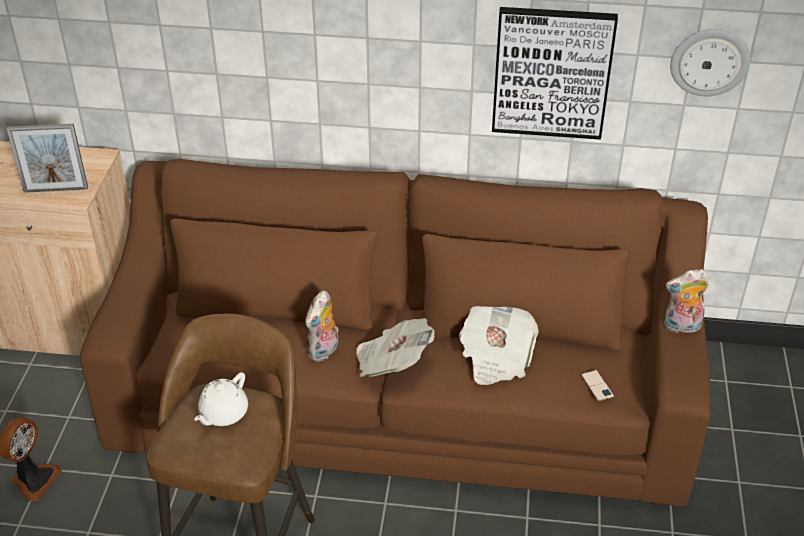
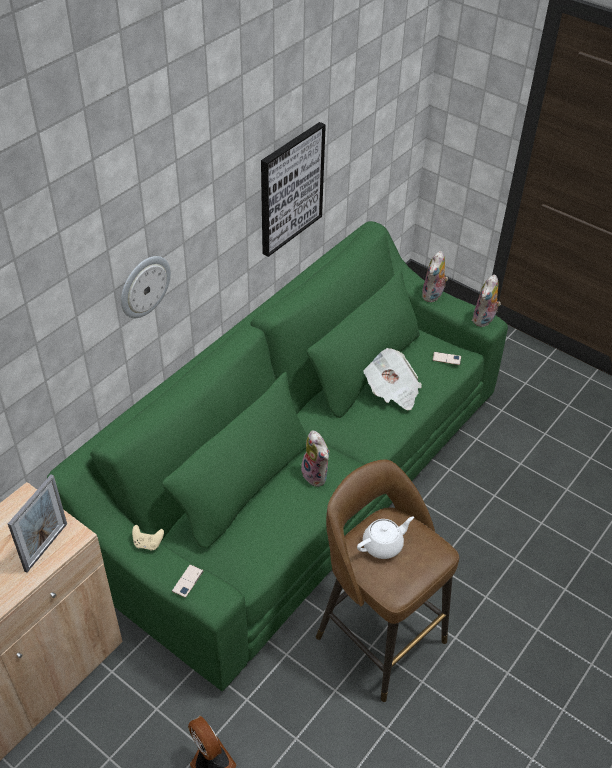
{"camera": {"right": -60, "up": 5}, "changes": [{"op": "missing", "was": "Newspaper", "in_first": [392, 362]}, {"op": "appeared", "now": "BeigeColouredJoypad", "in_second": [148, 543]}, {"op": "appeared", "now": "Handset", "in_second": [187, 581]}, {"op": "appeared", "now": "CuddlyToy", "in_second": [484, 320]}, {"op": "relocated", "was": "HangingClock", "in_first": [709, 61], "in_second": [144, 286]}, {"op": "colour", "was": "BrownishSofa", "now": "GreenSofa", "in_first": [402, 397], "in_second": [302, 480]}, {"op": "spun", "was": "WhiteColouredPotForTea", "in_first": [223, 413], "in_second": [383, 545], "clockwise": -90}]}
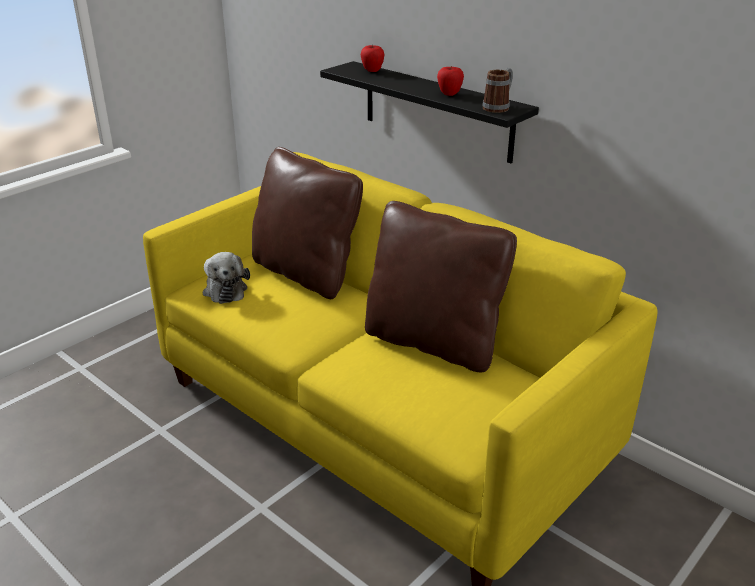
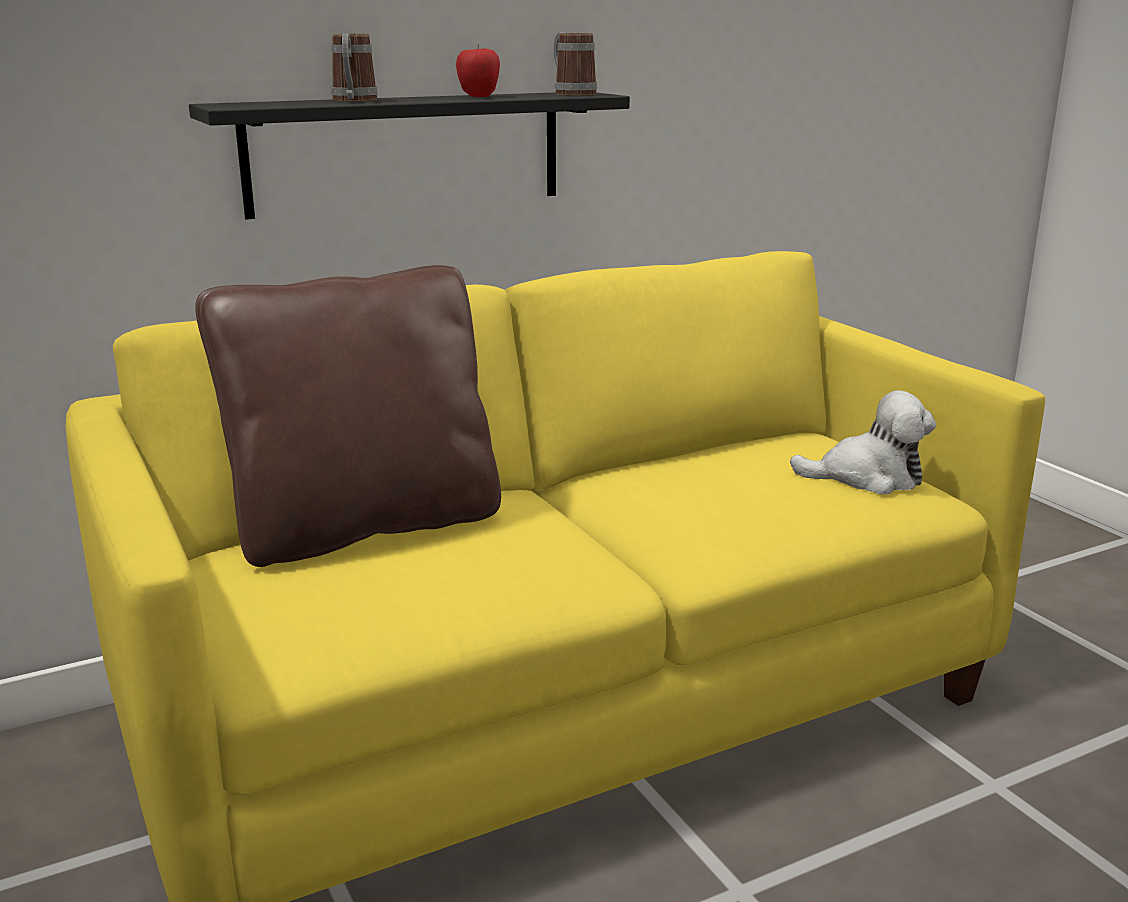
{"camera": {"right": -70, "up": -10}, "changes": [{"op": "missing", "was": "WholeApple", "in_first": [372, 71]}, {"op": "missing", "was": "BrownishPillow", "in_first": [433, 342]}, {"op": "appeared", "now": "CoffeeMug", "in_second": [353, 100]}, {"op": "relocated", "was": "CuddlyToy", "in_first": [225, 289], "in_second": [867, 478]}]}
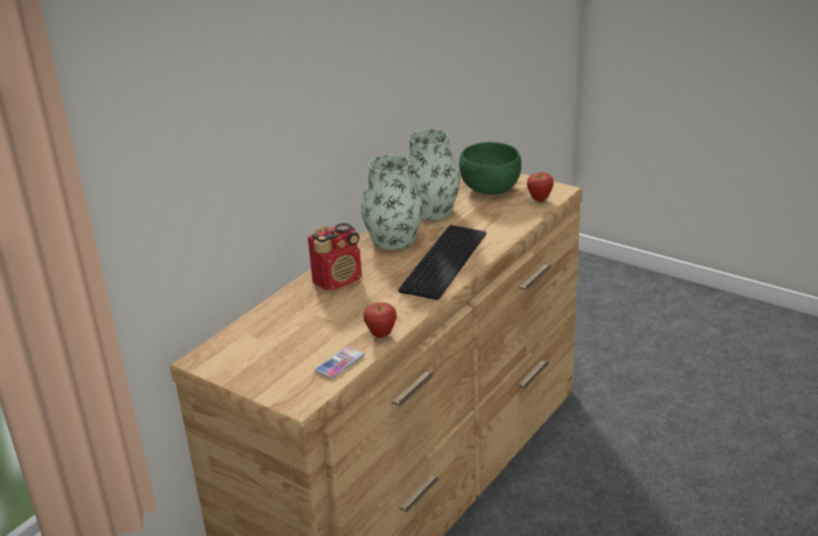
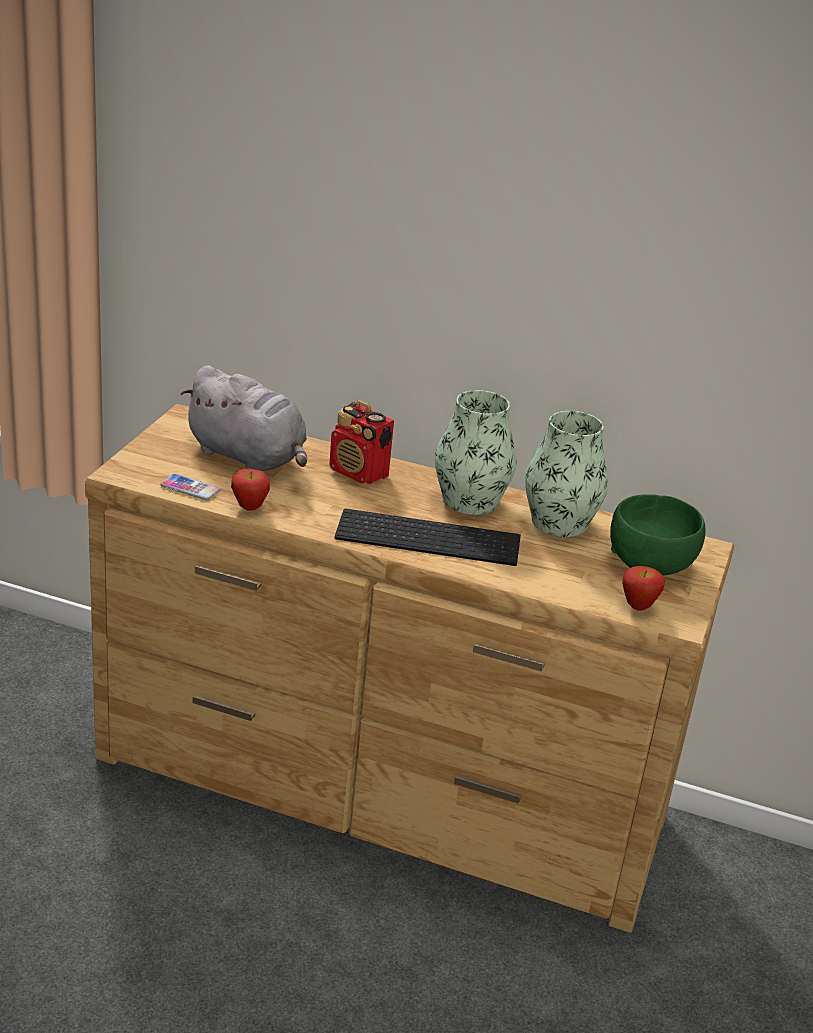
{"camera": {"right": 70, "up": 0}, "changes": [{"op": "appeared", "now": "GreyishCuddlyToy", "in_second": [249, 457]}]}
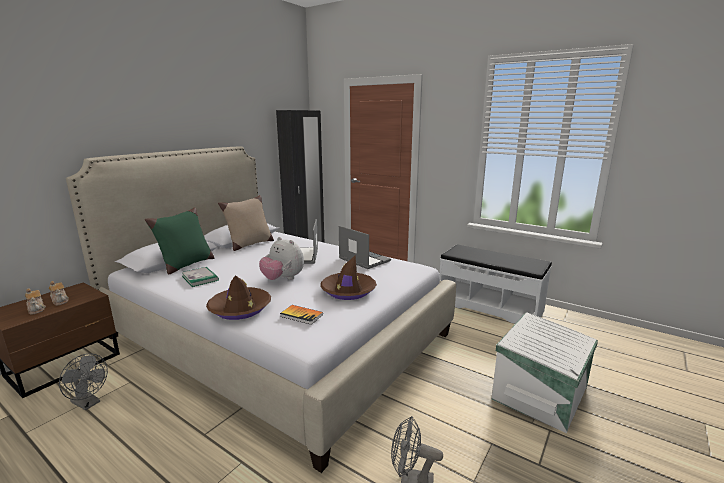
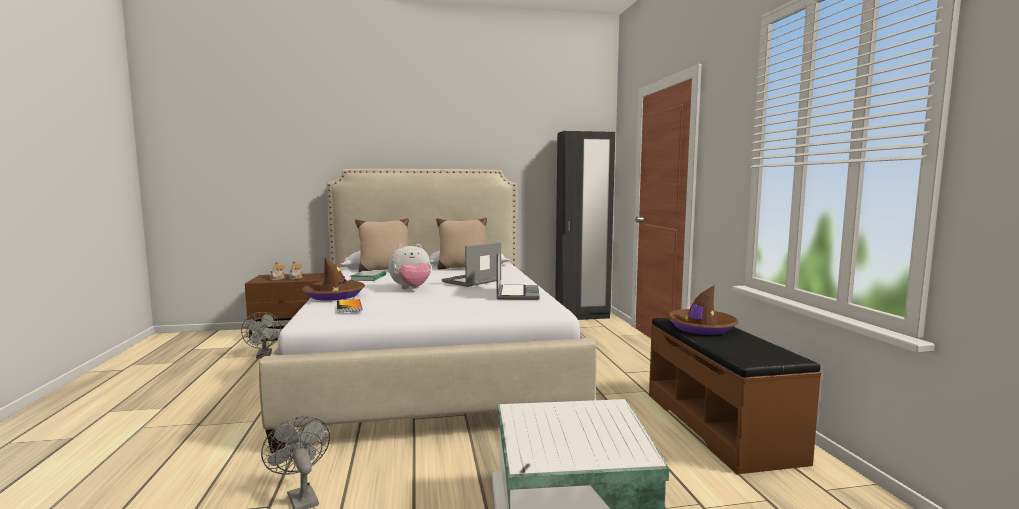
{"camera": {"right": 45, "up": -10}, "changes": [{"op": "relocated", "was": "BrownishHat", "in_first": [348, 291], "in_second": [701, 327]}, {"op": "colour", "was": "GreenPillow", "now": "BeigeColouredPillow", "in_first": [186, 265], "in_second": [384, 270]}, {"op": "colour", "was": "WhiteColouredBench", "now": "BrownishBench", "in_first": [489, 306], "in_second": [720, 425]}, {"op": "spun", "was": "CuddlyToy", "in_first": [283, 279], "in_second": [411, 289], "clockwise": -105}]}
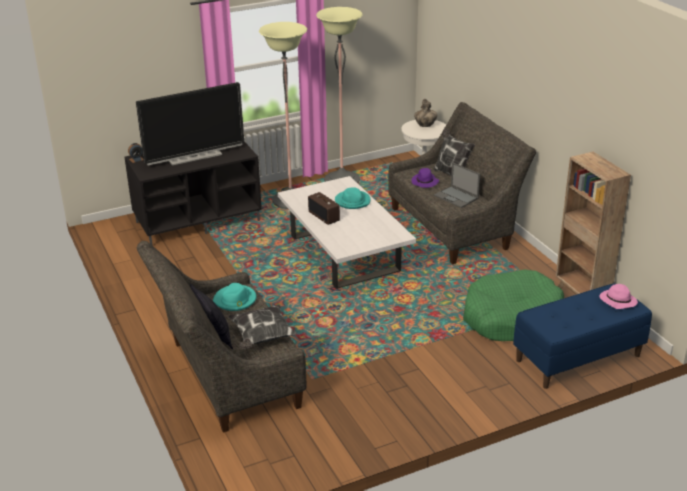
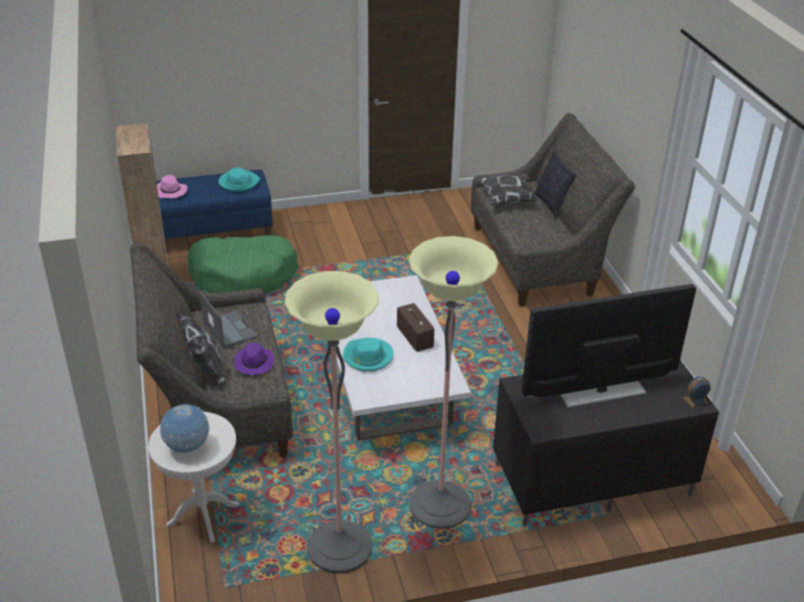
{"camera": {"right": -170, "up": 5}, "changes": [{"op": "relocated", "was": "BlueGreenHat", "in_first": [235, 300], "in_second": [239, 183]}, {"op": "exchanged", "was": "FlowerVase", "now": "Globe", "in_first": [425, 125], "in_second": [187, 447]}]}
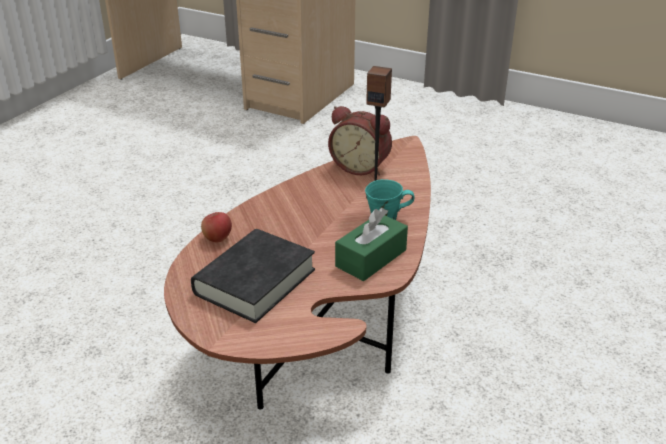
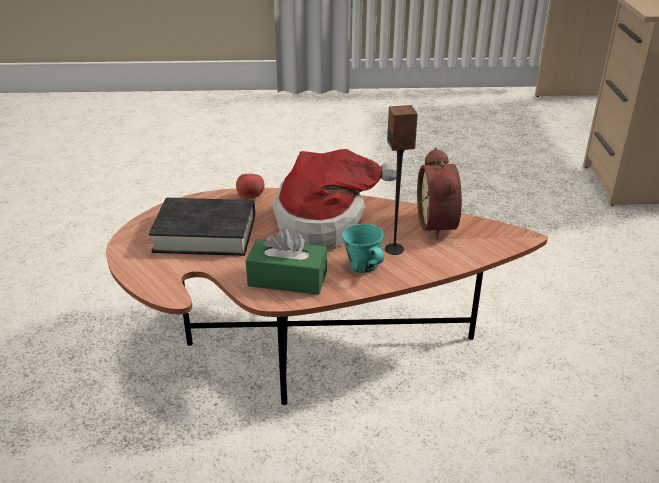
{"camera": {"right": 60, "up": 0}, "changes": [{"op": "appeared", "now": "Hat", "in_second": [325, 221]}]}
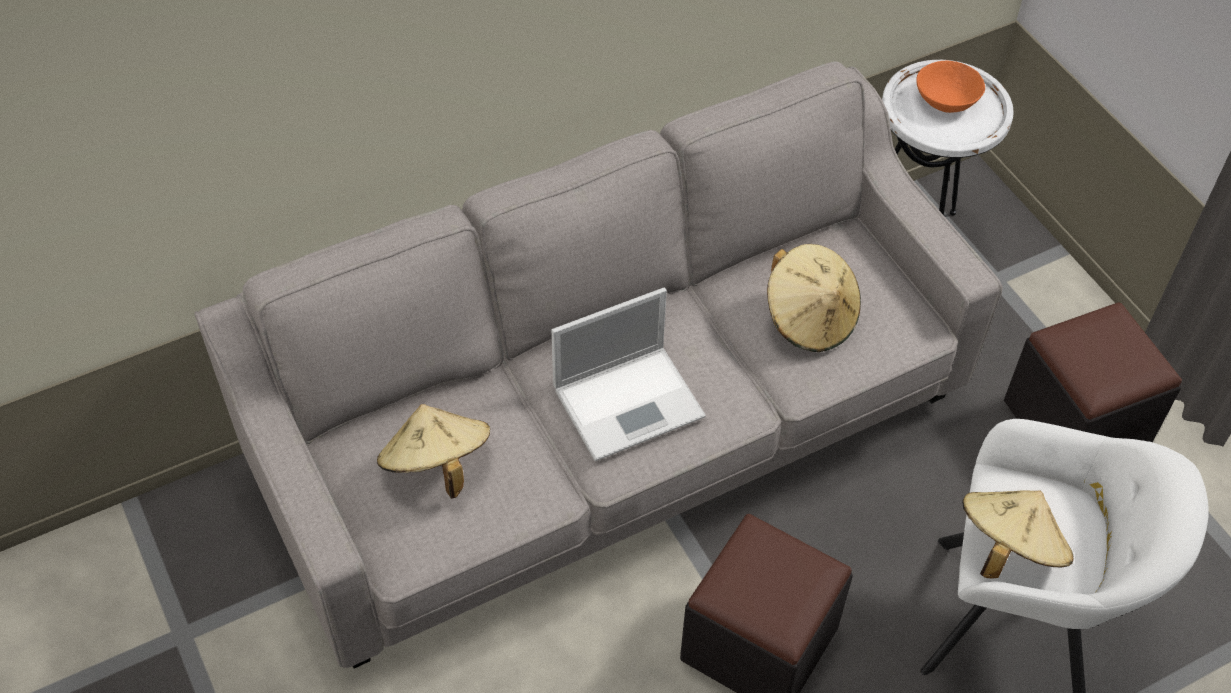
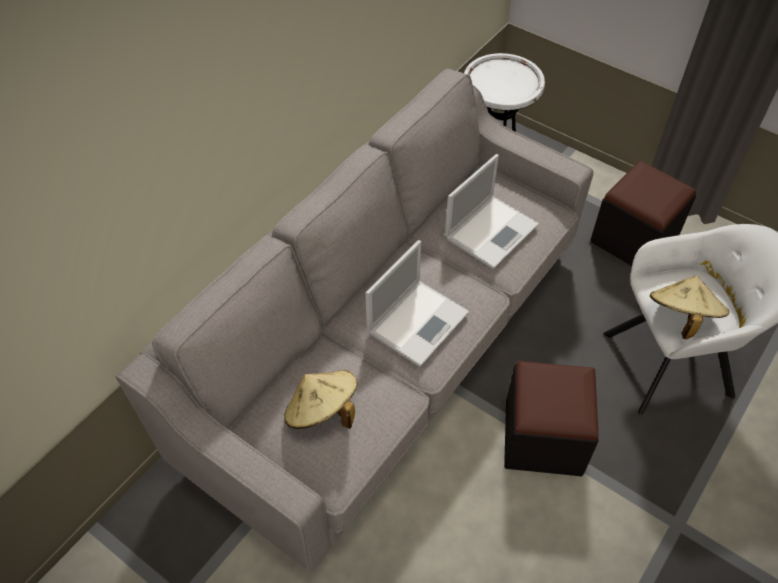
{"camera": {"right": -25, "up": 0}, "changes": [{"op": "missing", "was": "OrangeyServingBowl", "in_first": [946, 101]}, {"op": "exchanged", "was": "BeigeColouredHat", "now": "PortableComputer", "in_first": [810, 318], "in_second": [492, 230]}]}
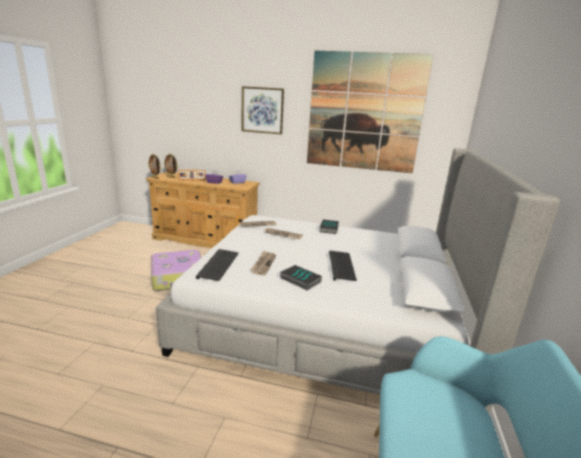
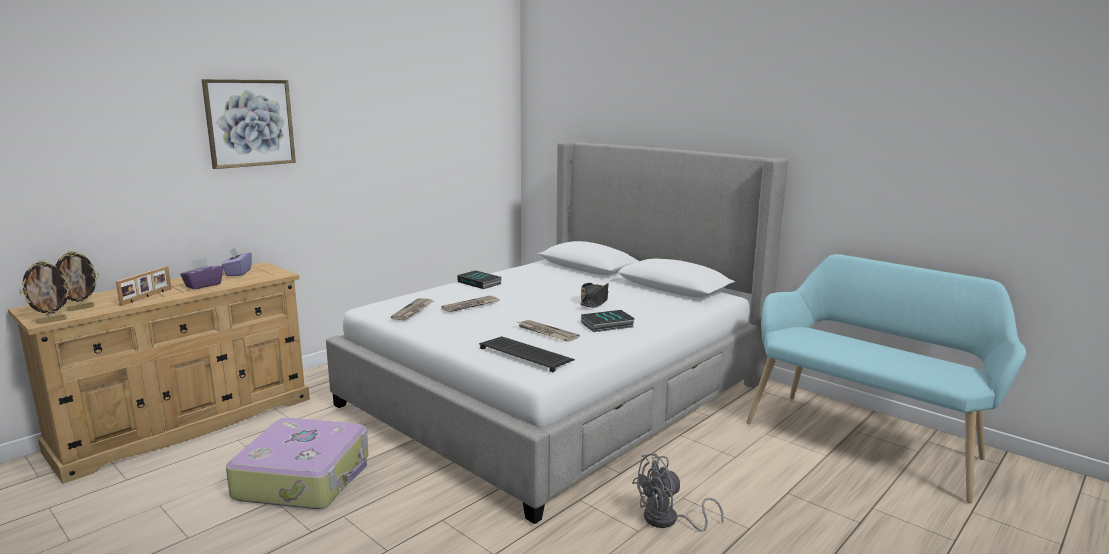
{"camera": {"right": -60, "up": -5}, "changes": [{"op": "missing", "was": "Picture", "in_first": [364, 113]}, {"op": "appeared", "now": "GreyishCoolingFan", "in_second": [668, 521]}, {"op": "exchanged", "was": "PcKeyboard", "now": "BlackHat", "in_first": [342, 267], "in_second": [594, 302]}]}
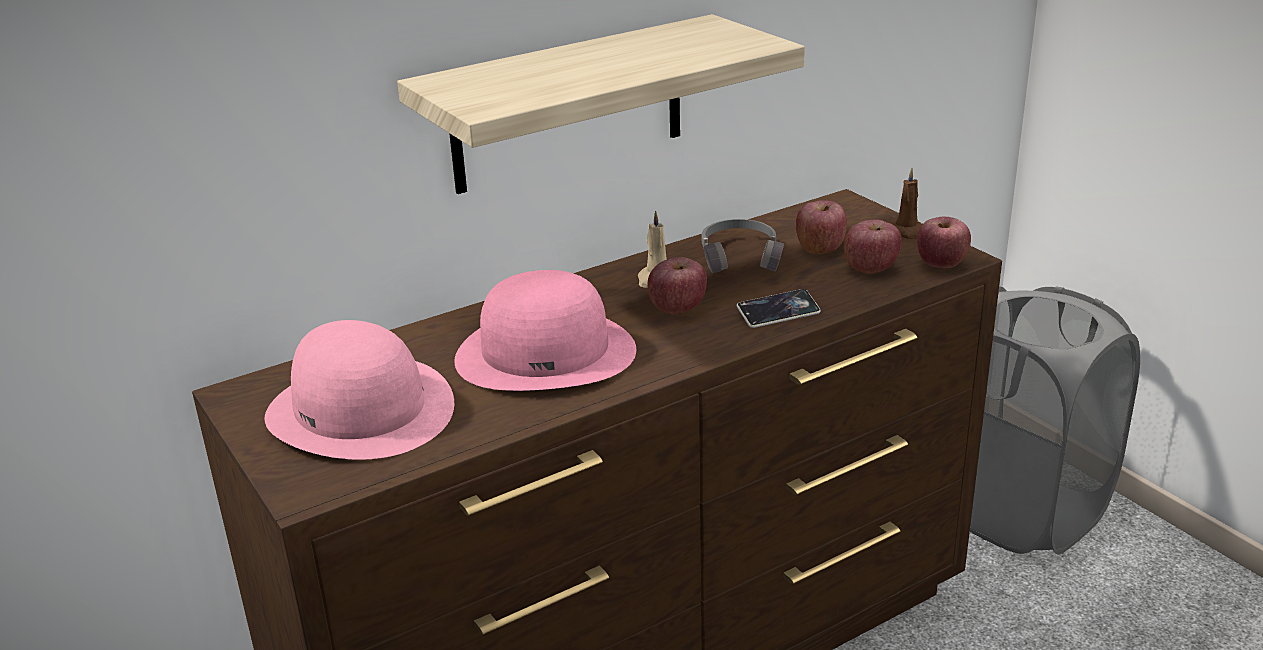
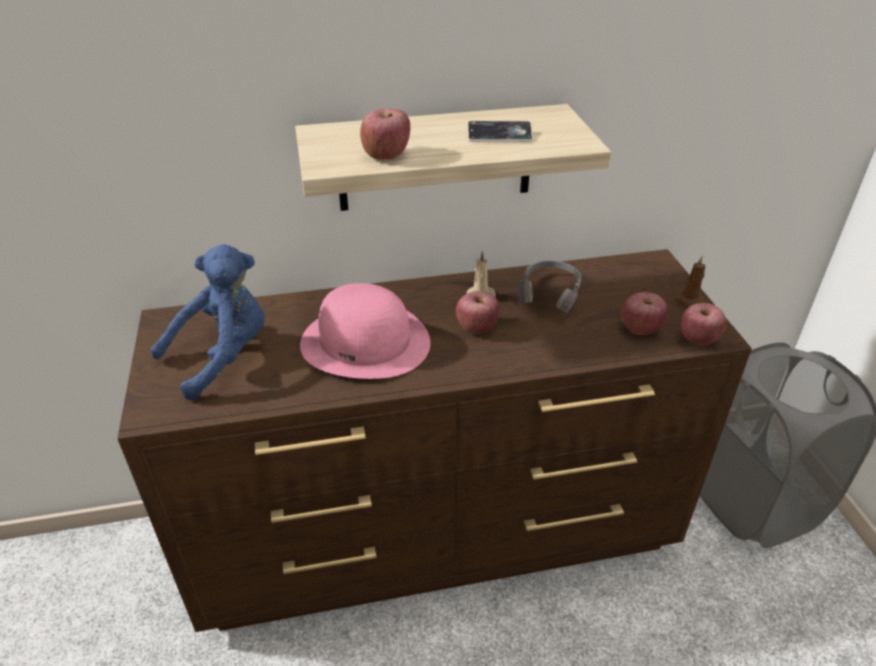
{"camera": {"right": 20, "up": 10}, "changes": [{"op": "relocated", "was": "Handset", "in_first": [778, 313], "in_second": [499, 136]}, {"op": "relocated", "was": "WholeApple", "in_first": [820, 248], "in_second": [386, 155]}, {"op": "exchanged", "was": "PinkColouredHat", "now": "BluishCuddlyToy", "in_first": [361, 410], "in_second": [223, 356]}]}
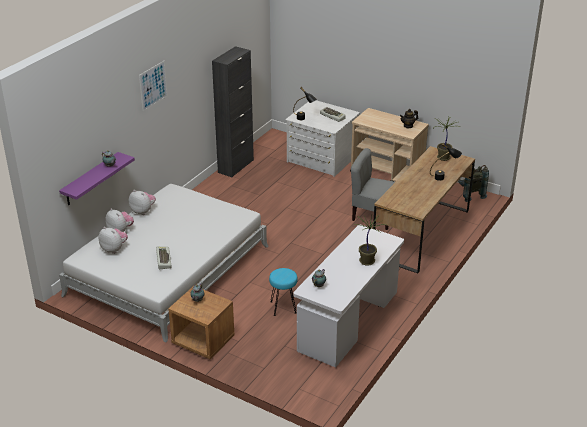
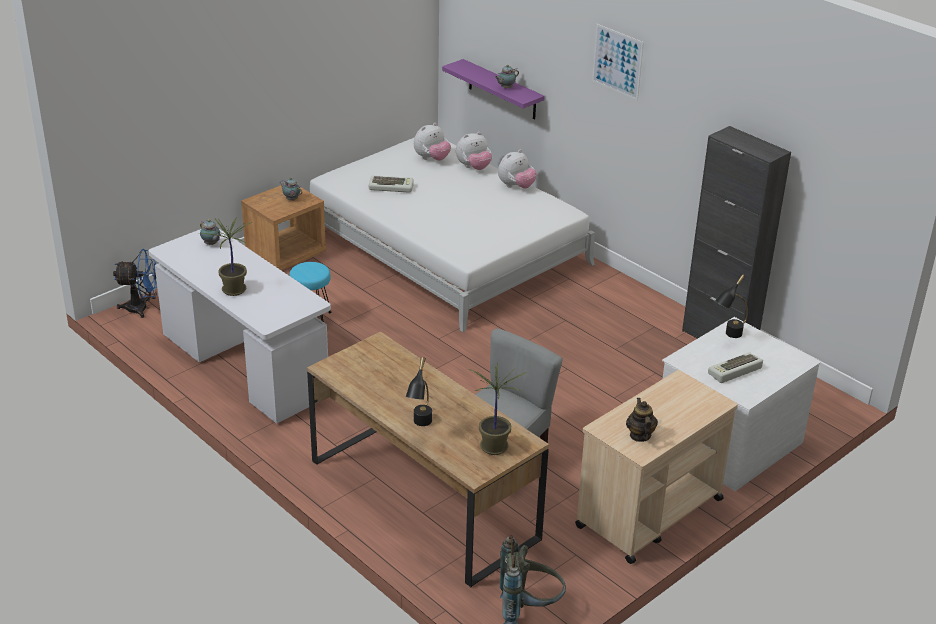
{"camera": {"right": 105, "up": 0}, "changes": [{"op": "appeared", "now": "BluishCoolingFan", "in_second": [142, 308]}]}
